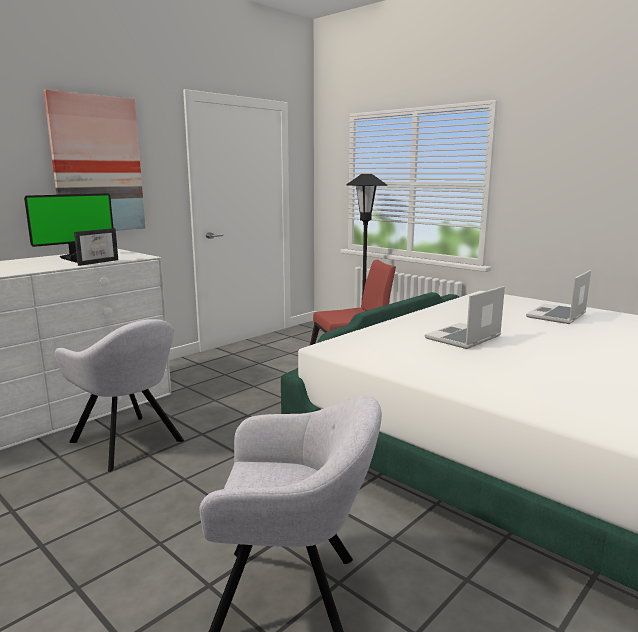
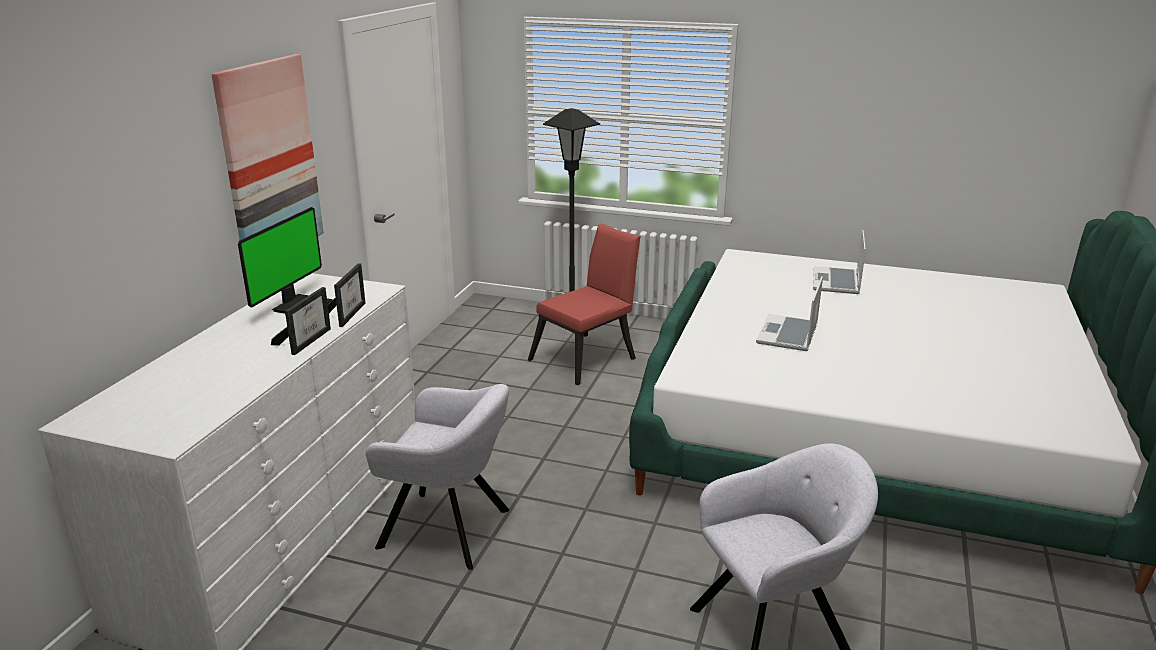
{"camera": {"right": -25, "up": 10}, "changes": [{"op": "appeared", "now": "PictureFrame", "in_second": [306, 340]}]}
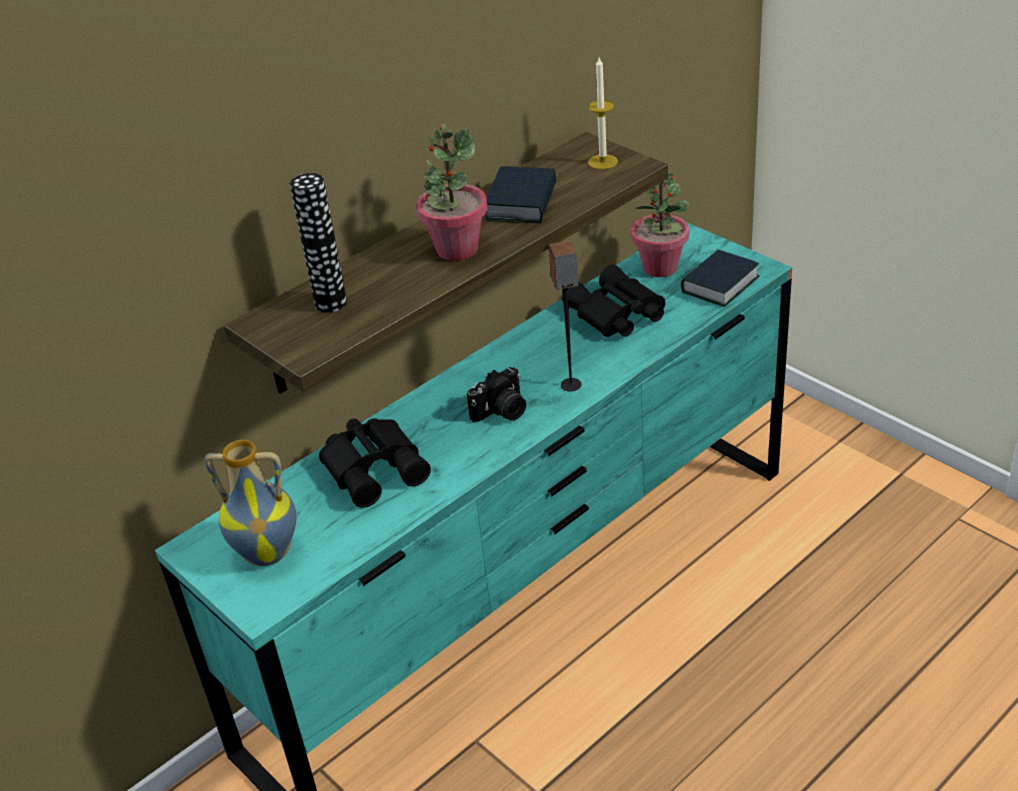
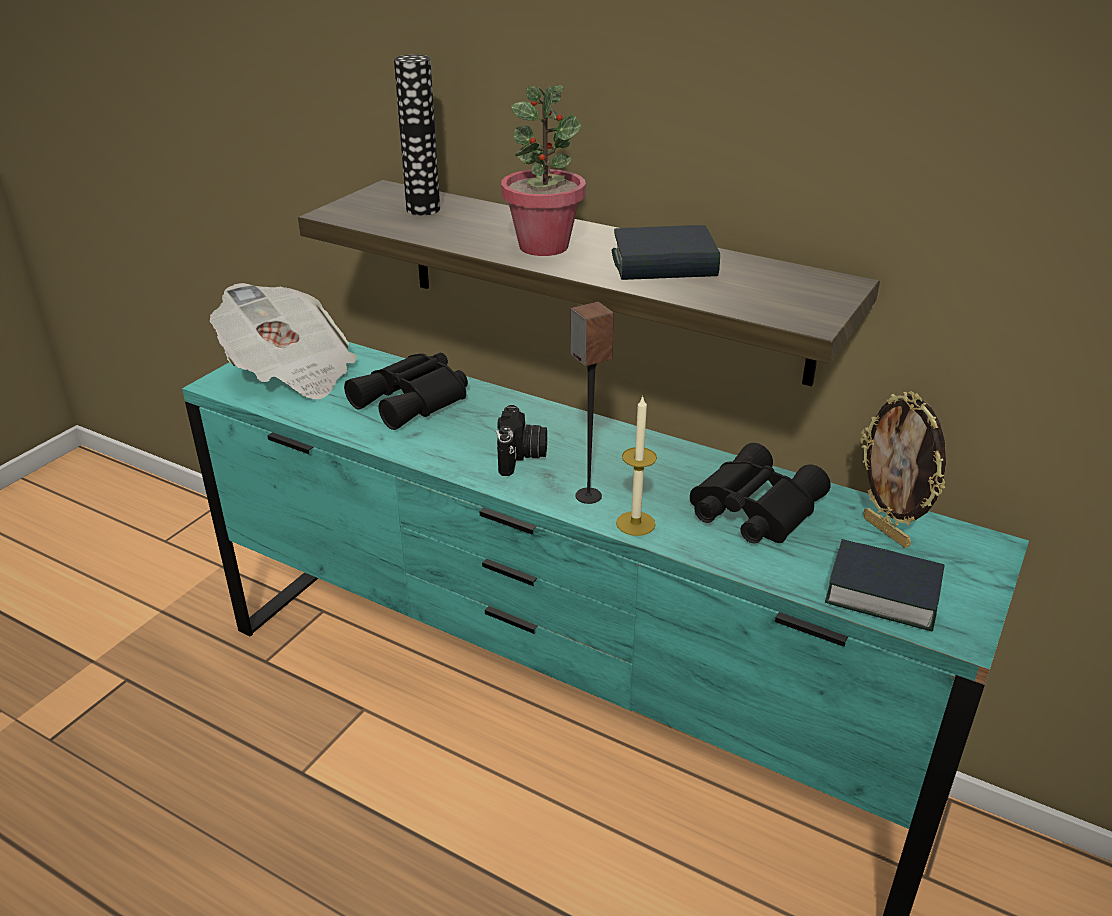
{"camera": {"right": 70, "up": -5}, "changes": [{"op": "relocated", "was": "WaxLight", "in_first": [603, 162], "in_second": [635, 523]}, {"op": "exchanged", "was": "FlowerVase", "now": "Newspaper", "in_first": [268, 551], "in_second": [290, 372]}, {"op": "exchanged", "was": "PottedPlant", "now": "PictureFrame", "in_first": [660, 267], "in_second": [887, 532]}, {"op": "spun", "was": "StillCamera", "in_first": [501, 412], "in_second": [521, 457], "clockwise": -120}]}
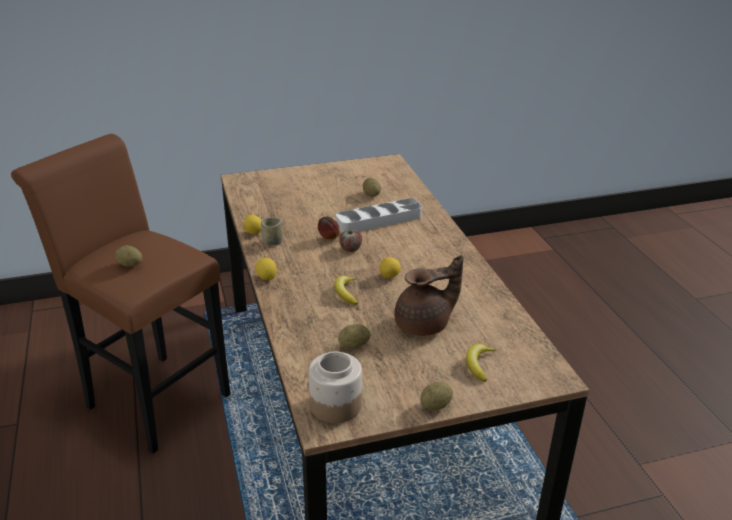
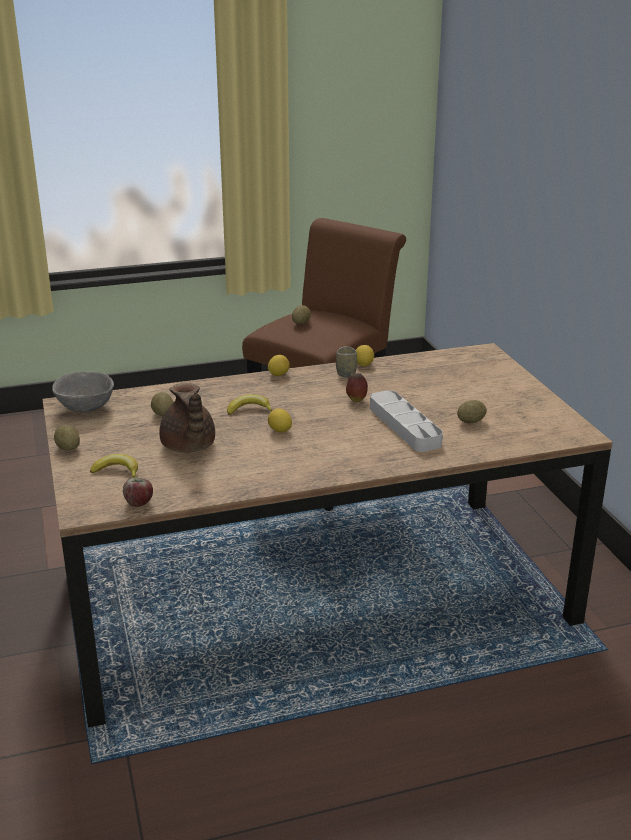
{"camera": {"right": 90, "up": -5}, "changes": [{"op": "relocated", "was": "WholeApple", "in_first": [350, 249], "in_second": [139, 503]}, {"op": "exchanged", "was": "PreserveJar", "now": "GreyishServingBowl", "in_first": [335, 405], "in_second": [85, 407]}]}
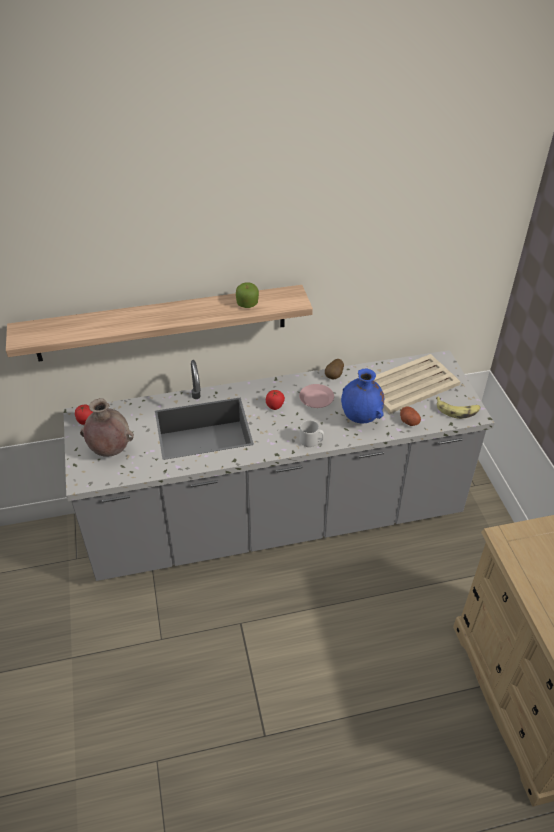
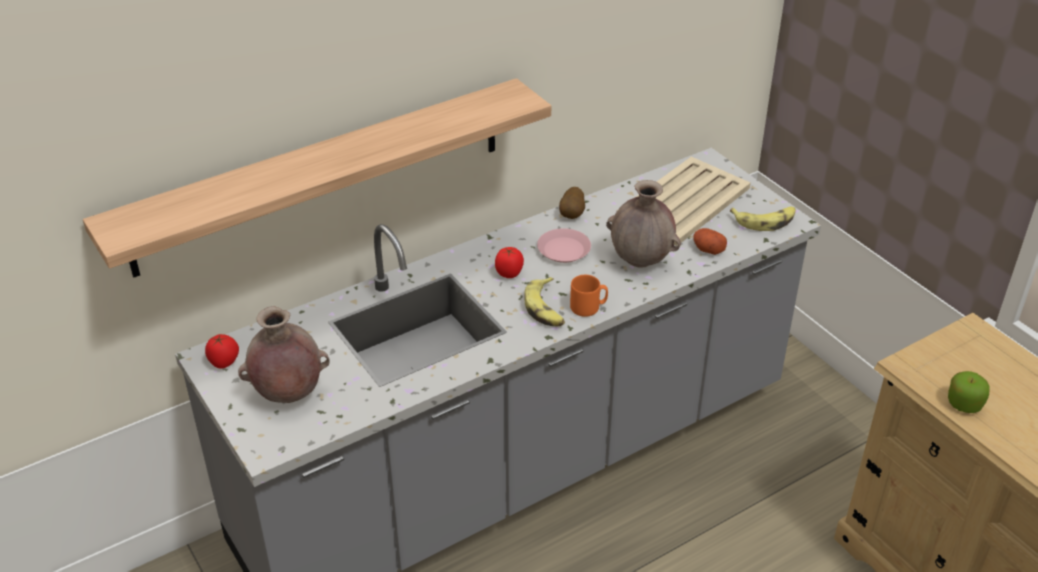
{"camera": {"right": -20, "up": -5}, "changes": [{"op": "appeared", "now": "BananaFruit", "in_second": [546, 308]}, {"op": "relocated", "was": "WholeApple", "in_first": [247, 304], "in_second": [964, 404]}, {"op": "colour", "was": "GreyishCoffeeMug", "now": "OrangeyCoffeeMug", "in_first": [311, 441], "in_second": [588, 307]}, {"op": "colour", "was": "BluishFlowerVase", "now": "BrownishFlowerVase", "in_first": [360, 418], "in_second": [641, 261]}]}
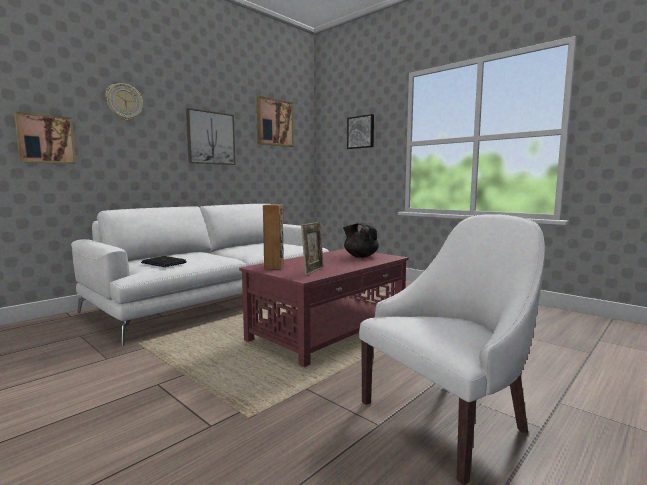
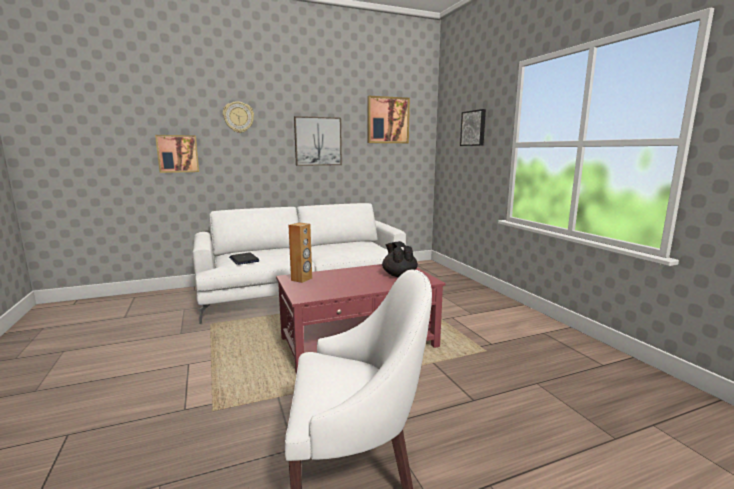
{"camera": {"right": 25, "up": 5}, "changes": [{"op": "missing", "was": "PictureFrame", "in_first": [313, 271]}]}
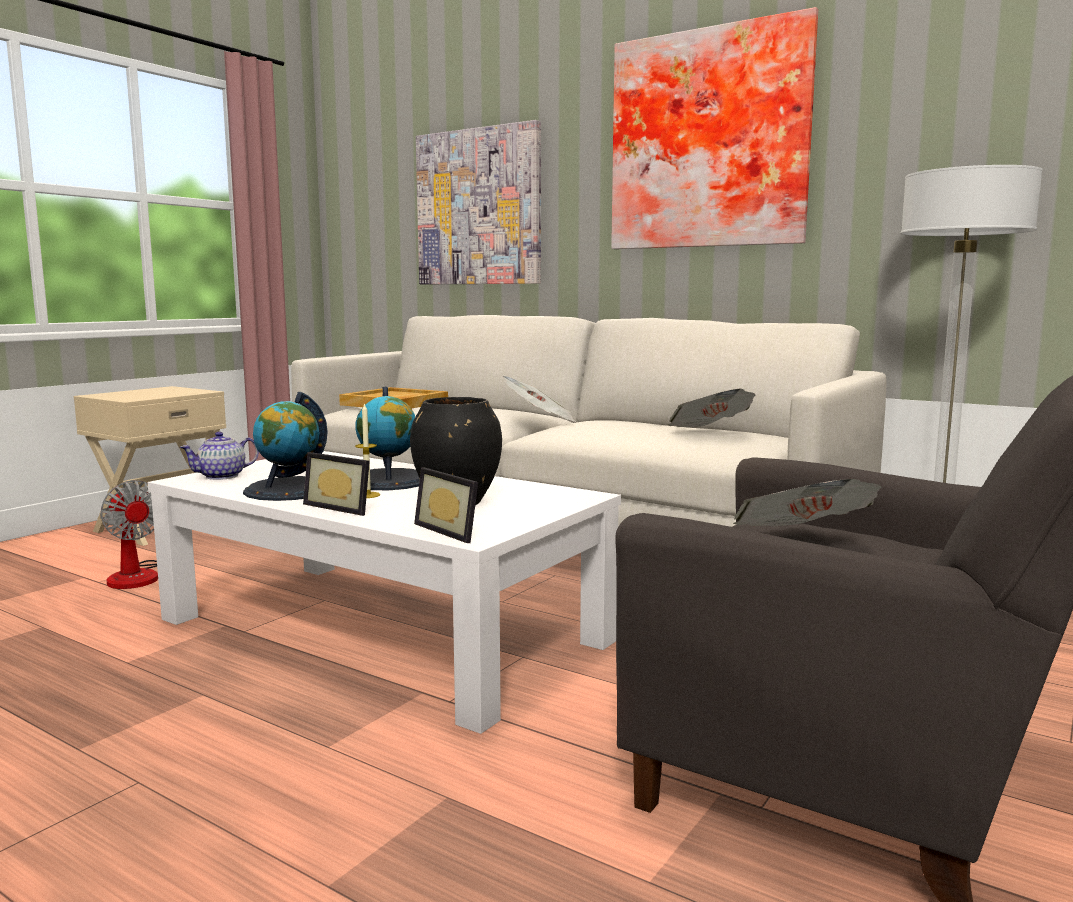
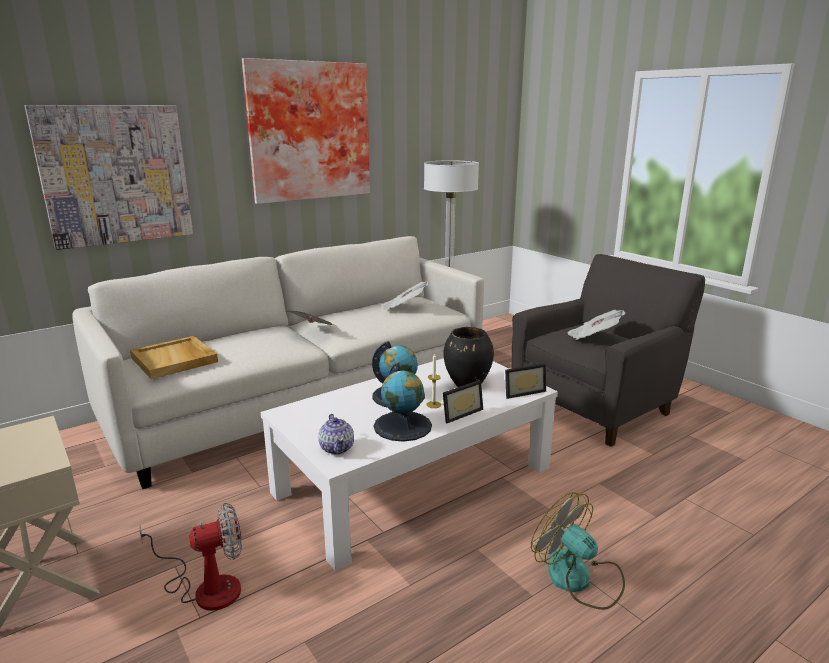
{"camera": {"right": -70, "up": 10}, "changes": [{"op": "appeared", "now": "CoolingFan", "in_second": [578, 579]}]}
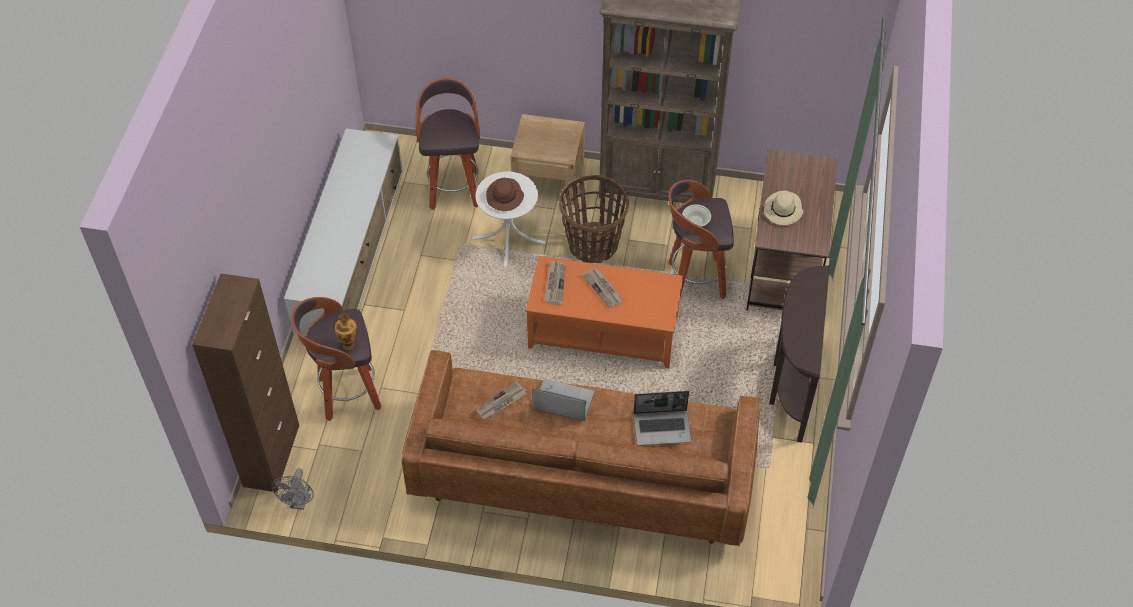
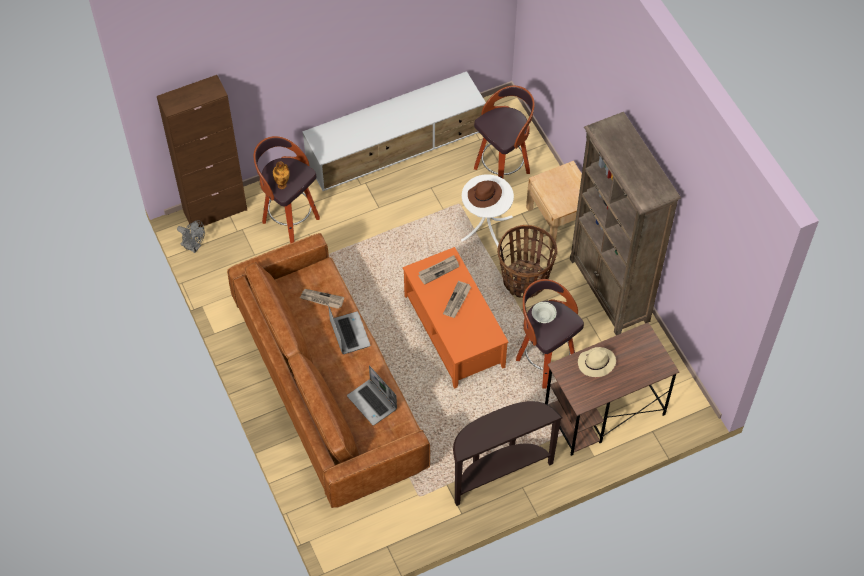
{"camera": {"right": 55, "up": 5}, "changes": [{"op": "spun", "was": "GreyishCoolingFan", "in_first": [299, 502], "in_second": [193, 246], "clockwise": -120}]}
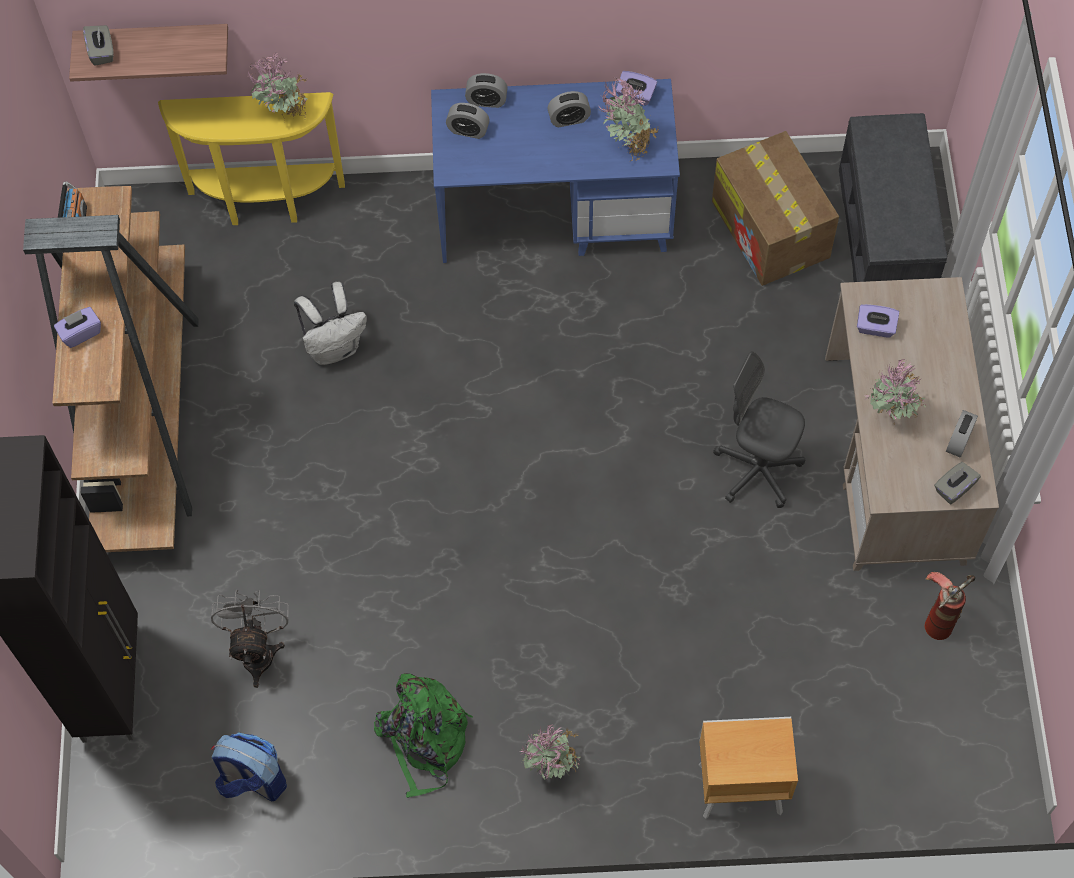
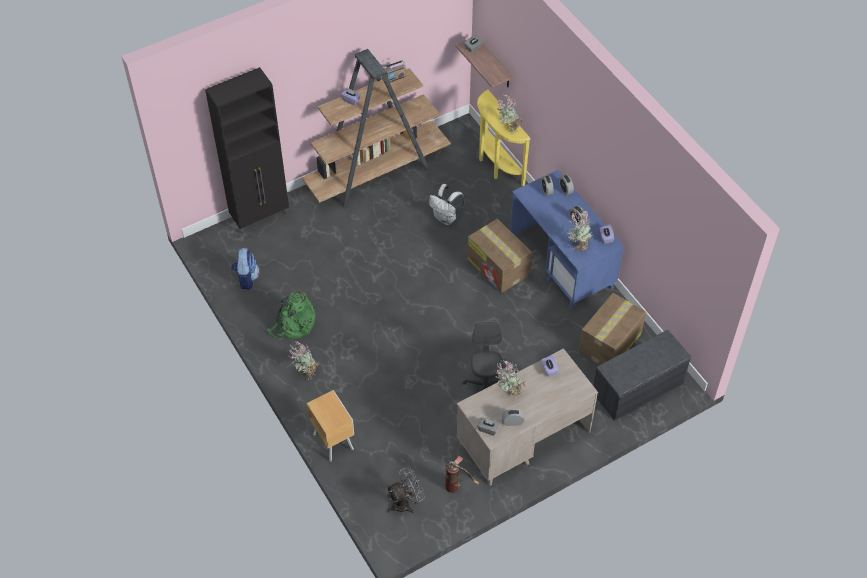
{"camera": {"right": 60, "up": -10}, "changes": [{"op": "appeared", "now": "Carton", "in_second": [499, 267]}, {"op": "relocated", "was": "GreyishCoolingFan", "in_first": [258, 650], "in_second": [405, 503]}]}
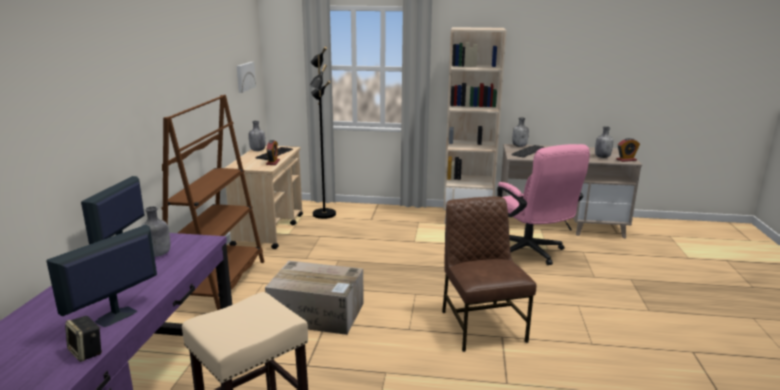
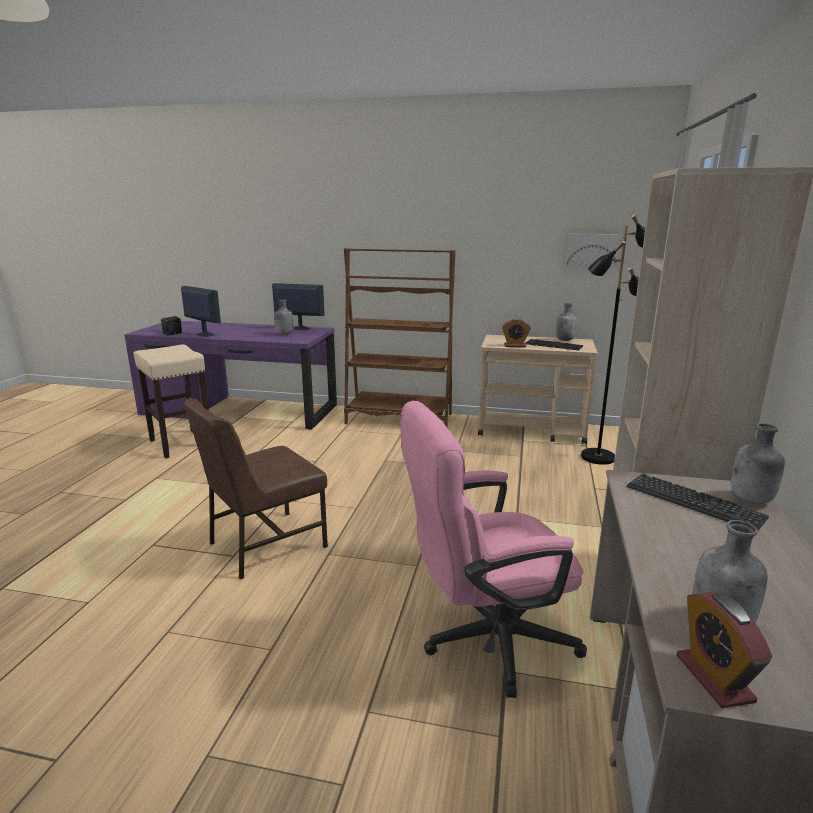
{"camera": {"right": 95, "up": 0}, "changes": [{"op": "missing", "was": "Carton", "in_first": [318, 313]}, {"op": "spun", "was": "BrownishPlainChair", "in_first": [481, 325], "in_second": [265, 544], "clockwise": 150}]}
